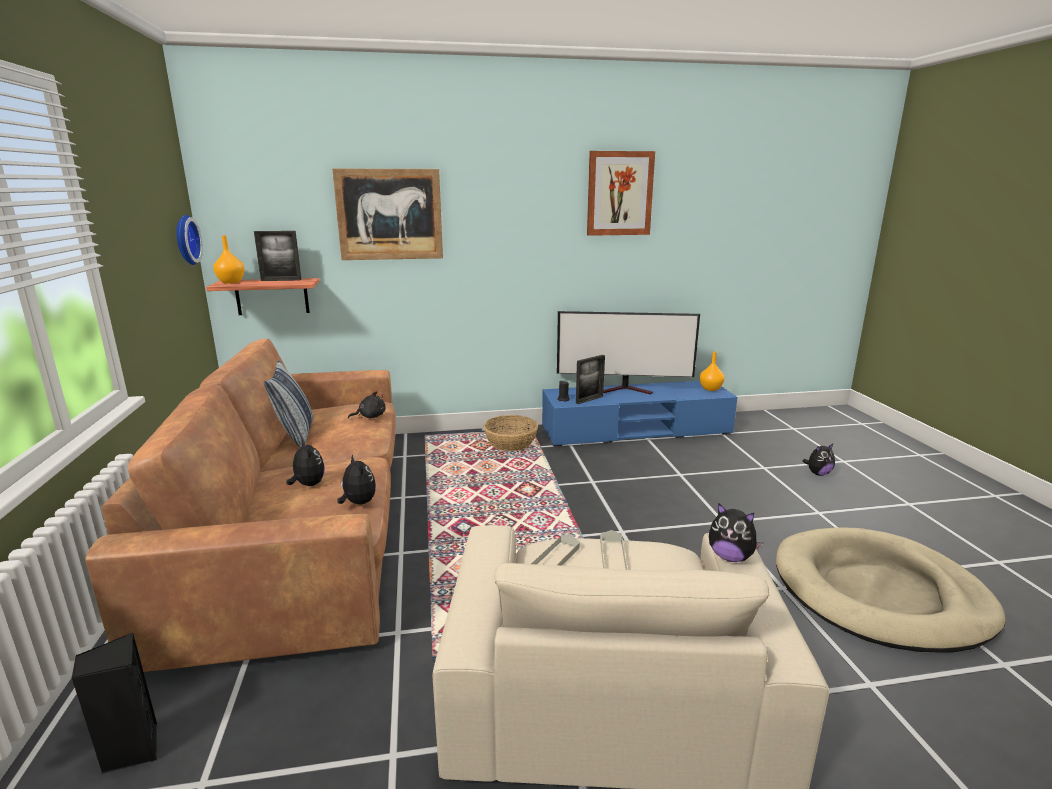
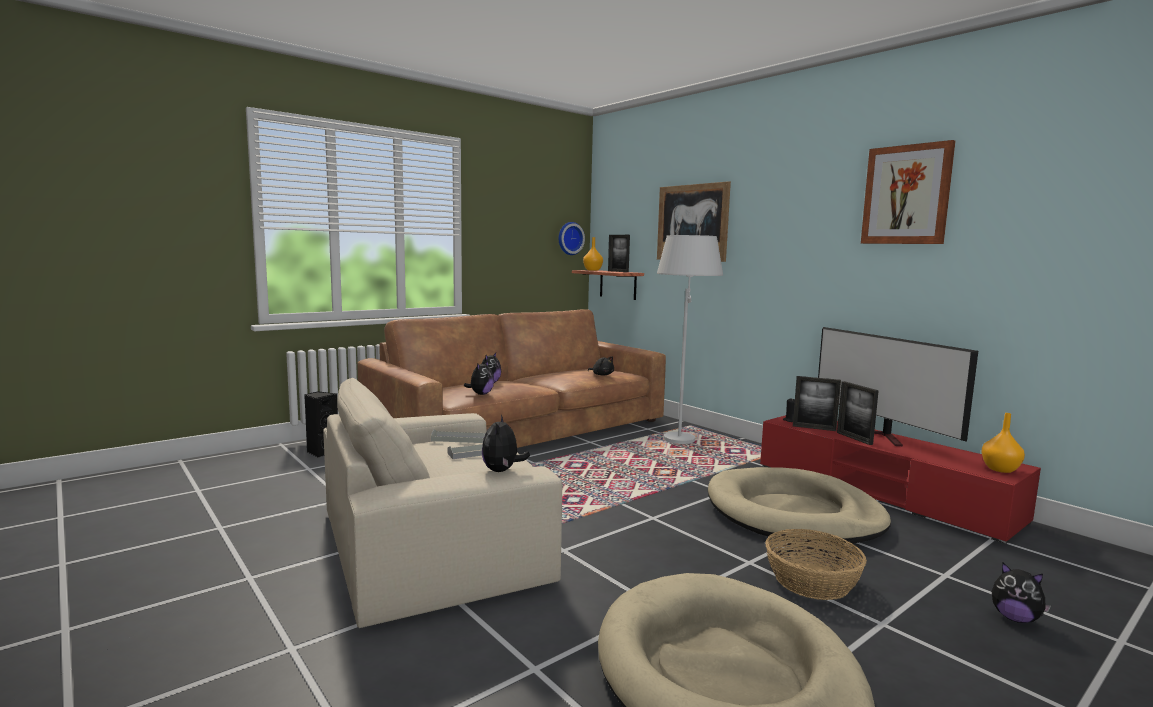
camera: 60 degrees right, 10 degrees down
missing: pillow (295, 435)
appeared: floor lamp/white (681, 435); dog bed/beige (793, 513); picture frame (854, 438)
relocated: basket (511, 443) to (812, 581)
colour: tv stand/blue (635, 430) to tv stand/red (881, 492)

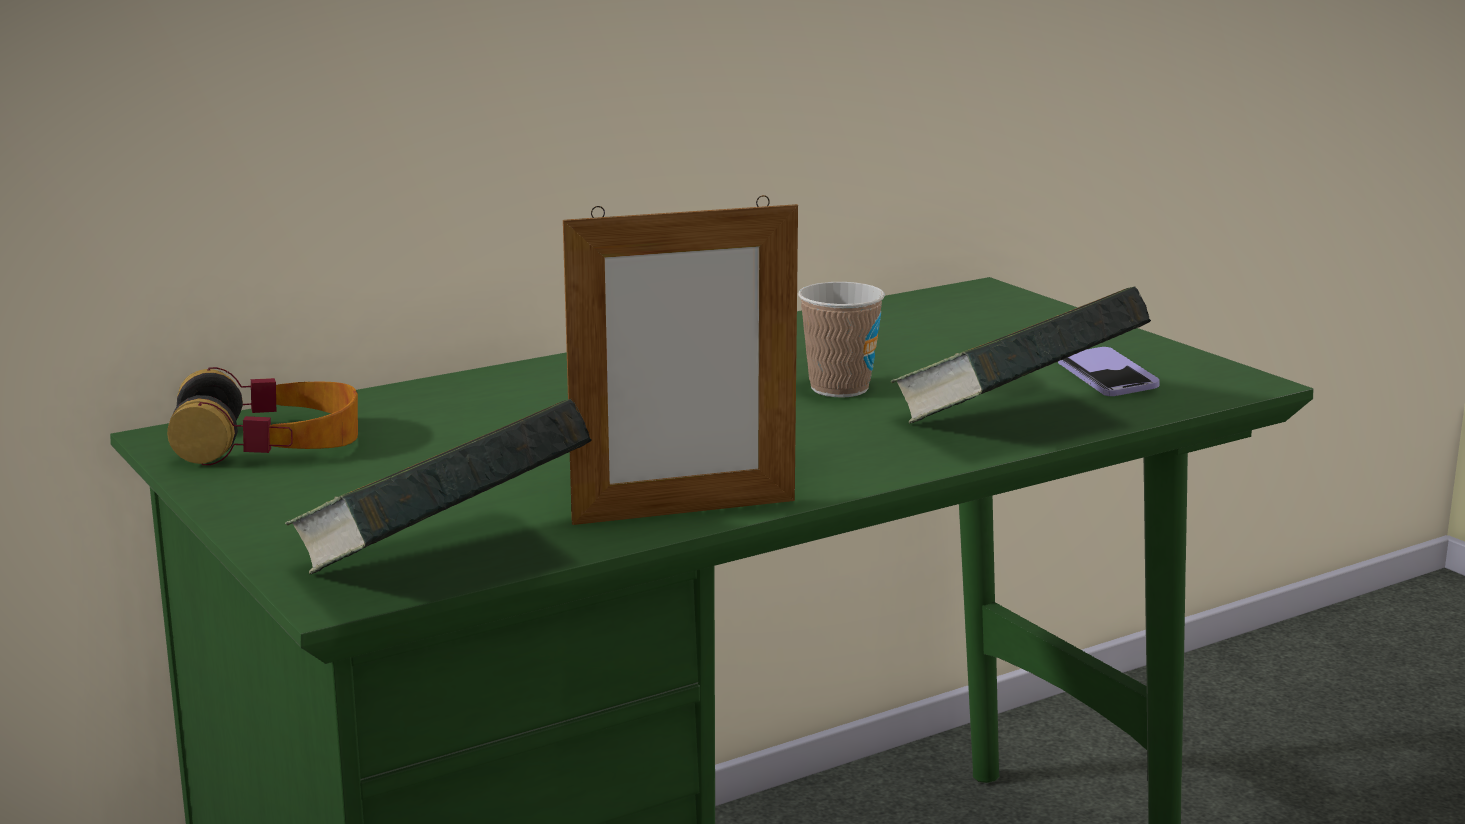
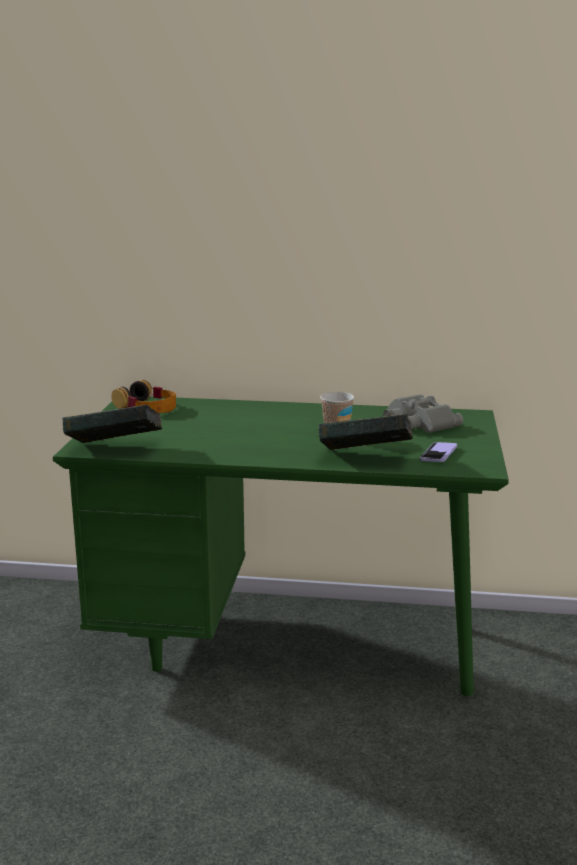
camera: 40 degrees right, 0 degrees up
missing: picture frame (684, 511)
appeared: binoculars/grey (417, 422)

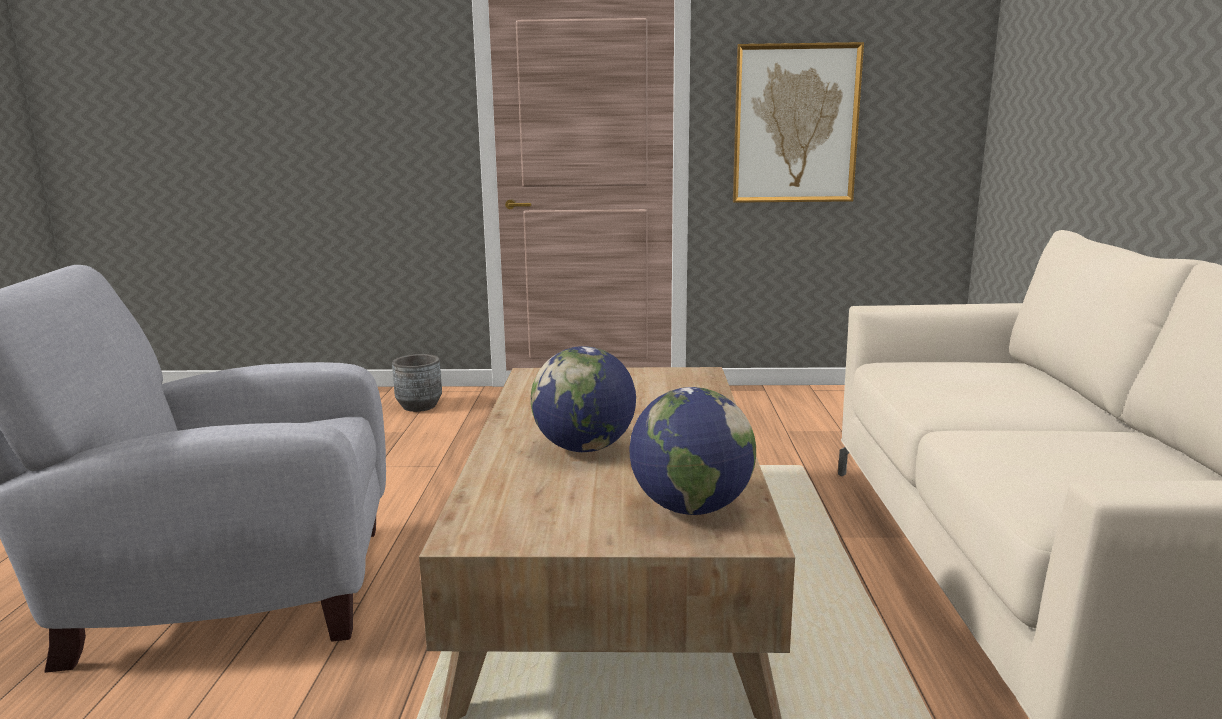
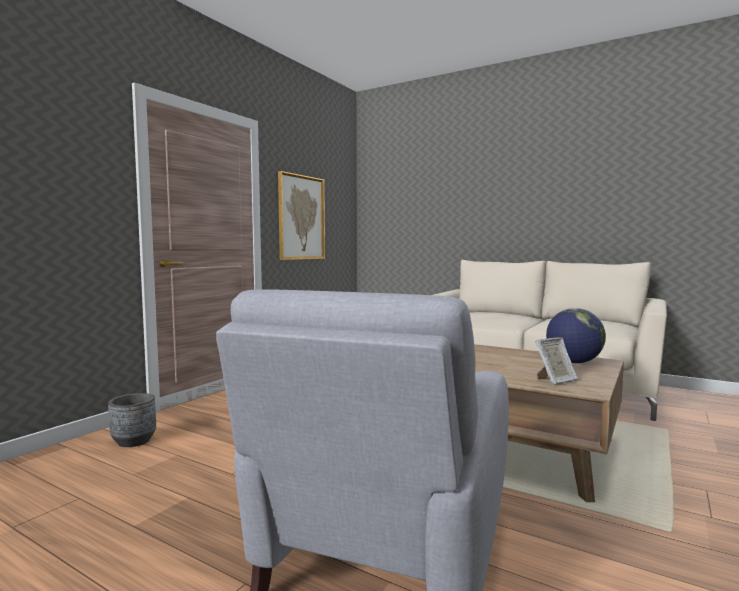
camera: 60 degrees left, 10 degrees down
missing: globe (584, 448)
appeared: picture frame (555, 381)

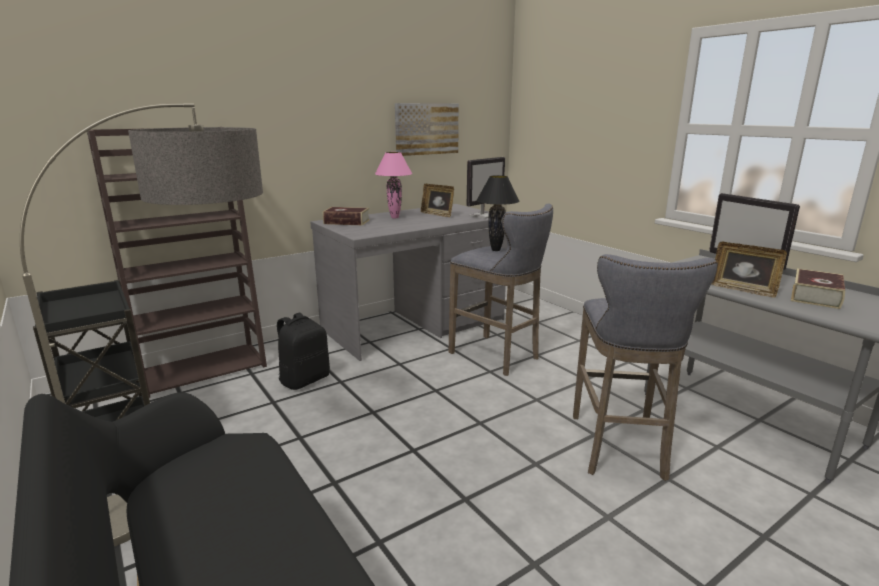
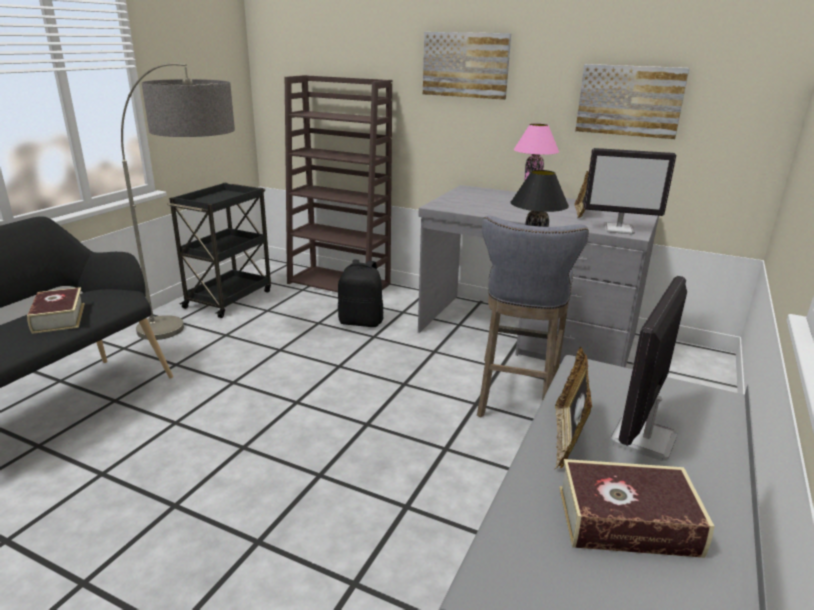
camera: 60 degrees right, 5 degrees up
missing: stool/grey (619, 449)
appeared: picture (466, 65)
relocated: book (346, 222) to (59, 318)

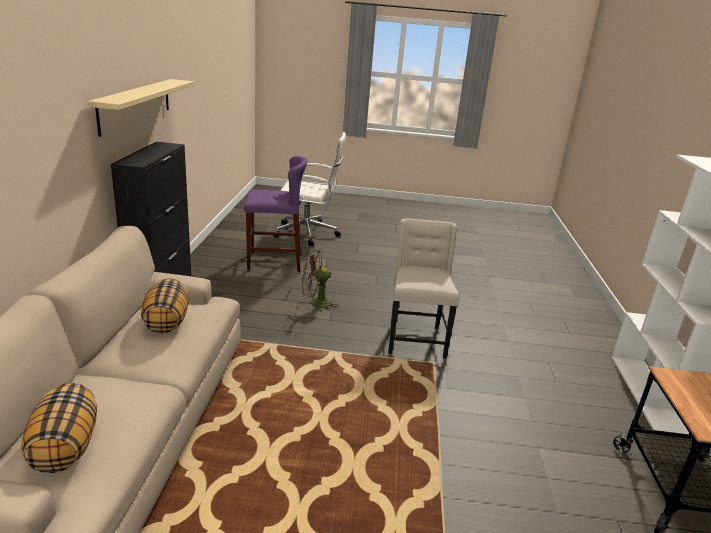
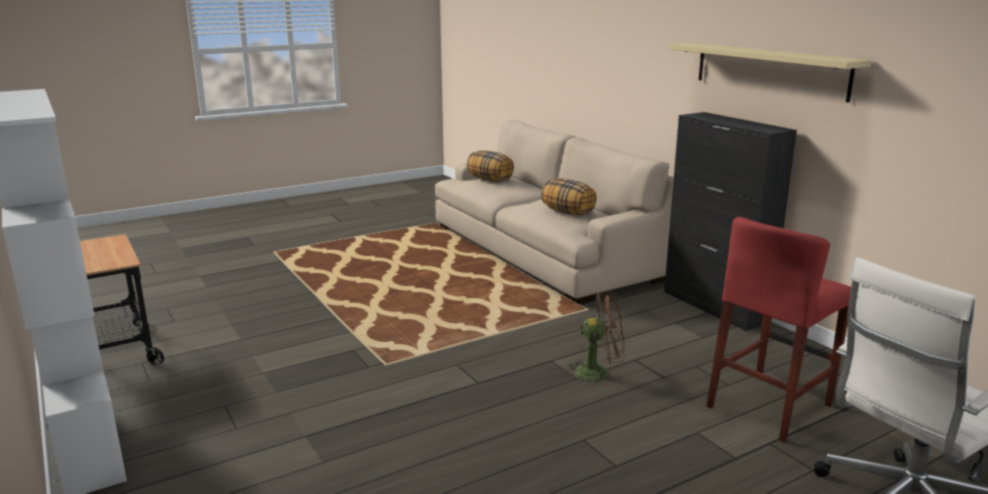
camera: 145 degrees right, 5 degrees down
missing: chair/beige (415, 339)
colour: stool/purple (274, 262) to stool/red (769, 406)
spun: fan/brown (315, 303) = (598, 372) 45 degrees clockwise

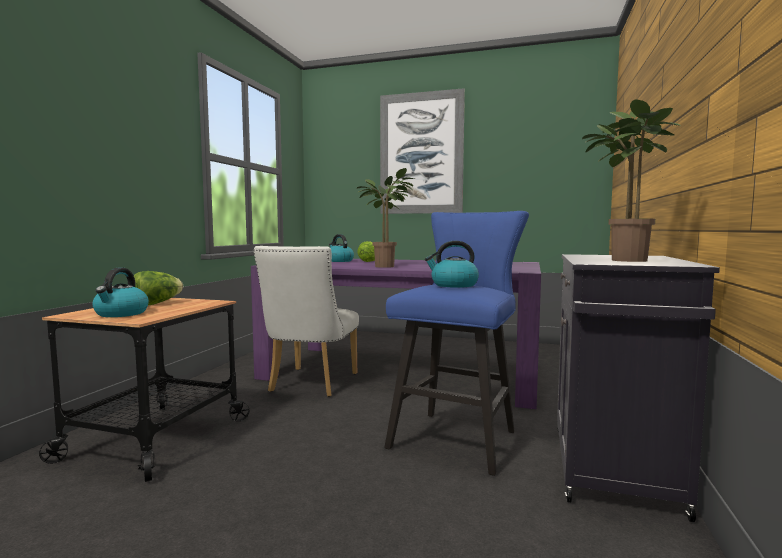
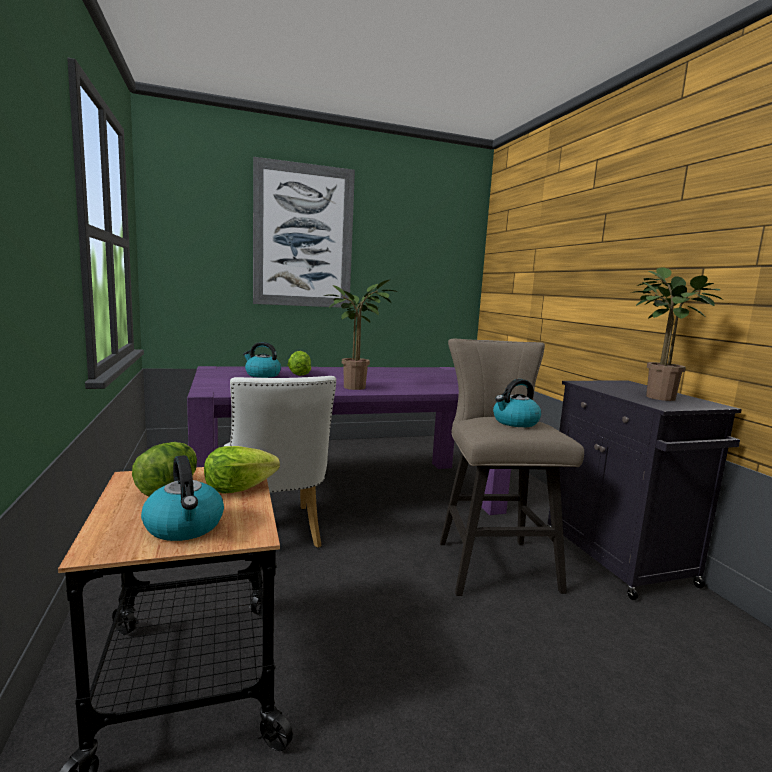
camera: 35 degrees left, 5 degrees up
appeared: lettuce (238, 489)
colour: stool/blue (458, 436) to stool/beige (492, 561)

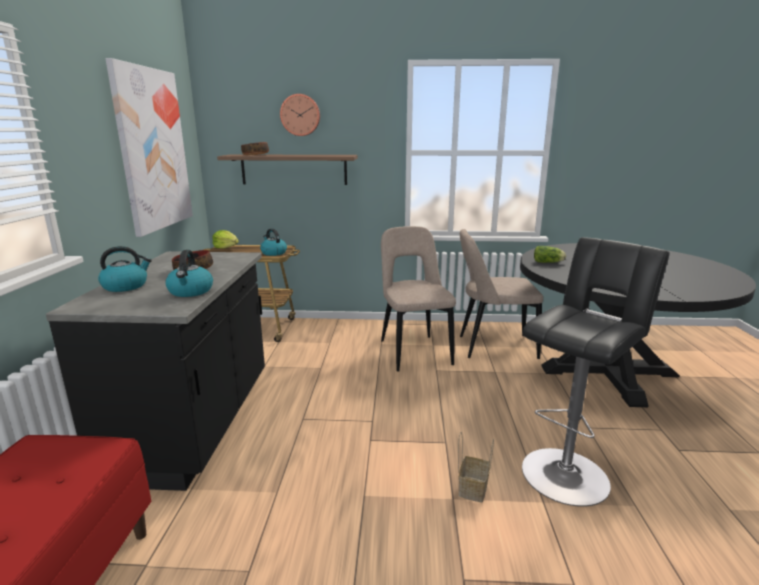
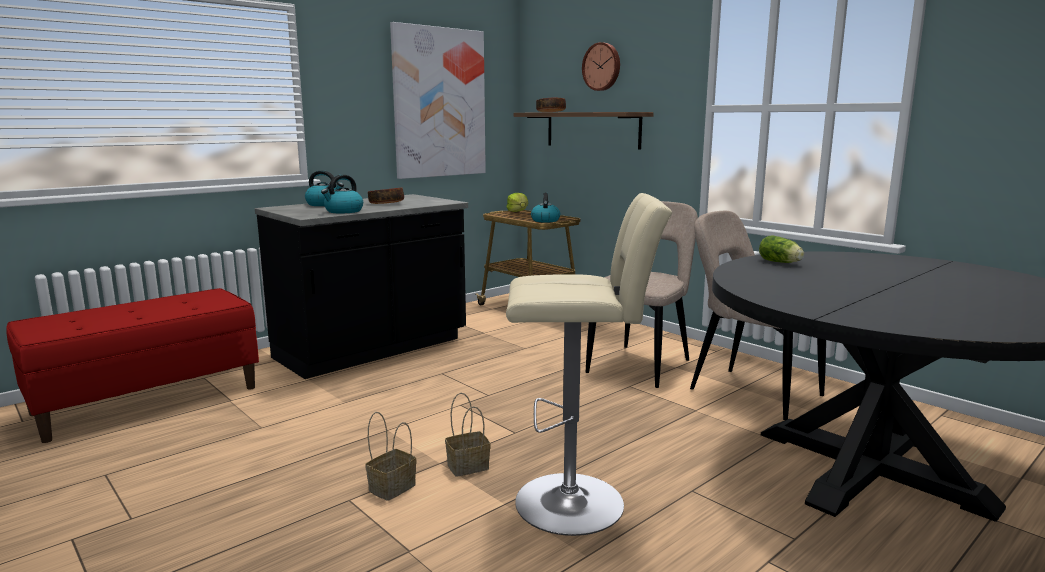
camera: 45 degrees right, 5 degrees down
appeared: basket (392, 487)
colour: stool/black (567, 472) to stool/beige (578, 502)

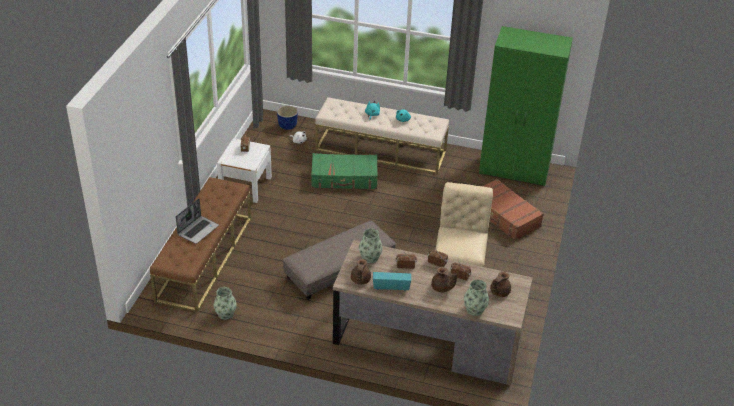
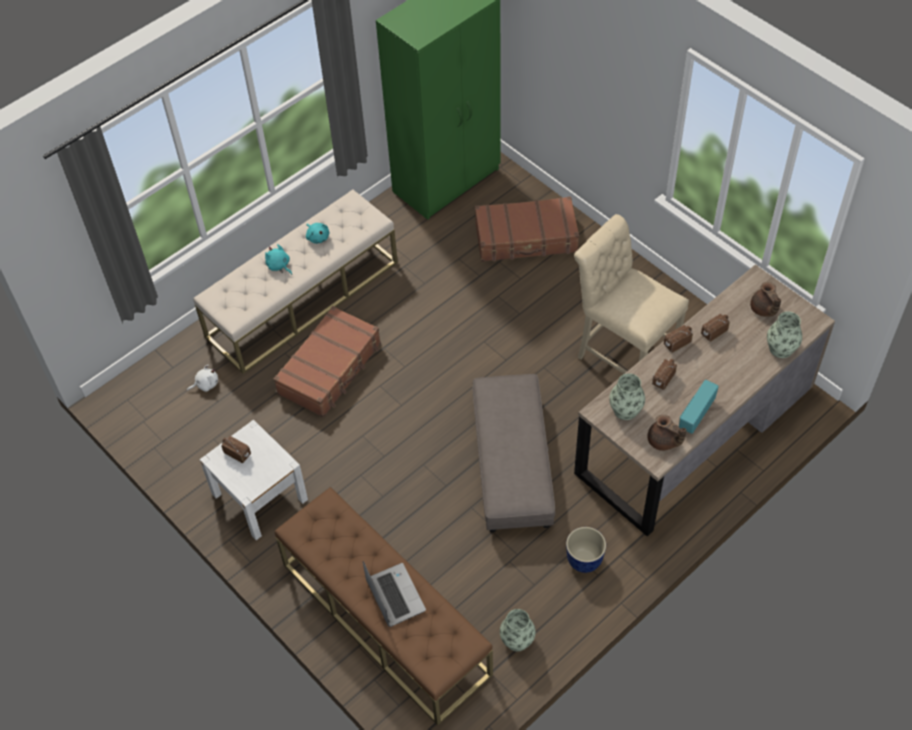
camera: 55 degrees left, 15 degrees up
missing: teapot/brown (442, 288)
relocated: planter (287, 126) to (584, 561)
colour: suitcase/green (344, 178) to suitcase/brown (330, 369)

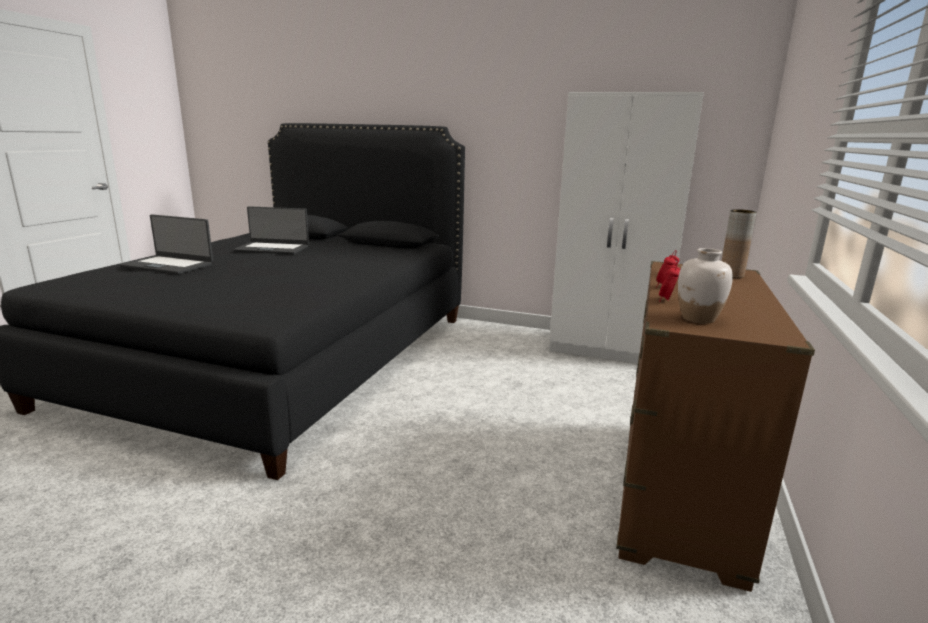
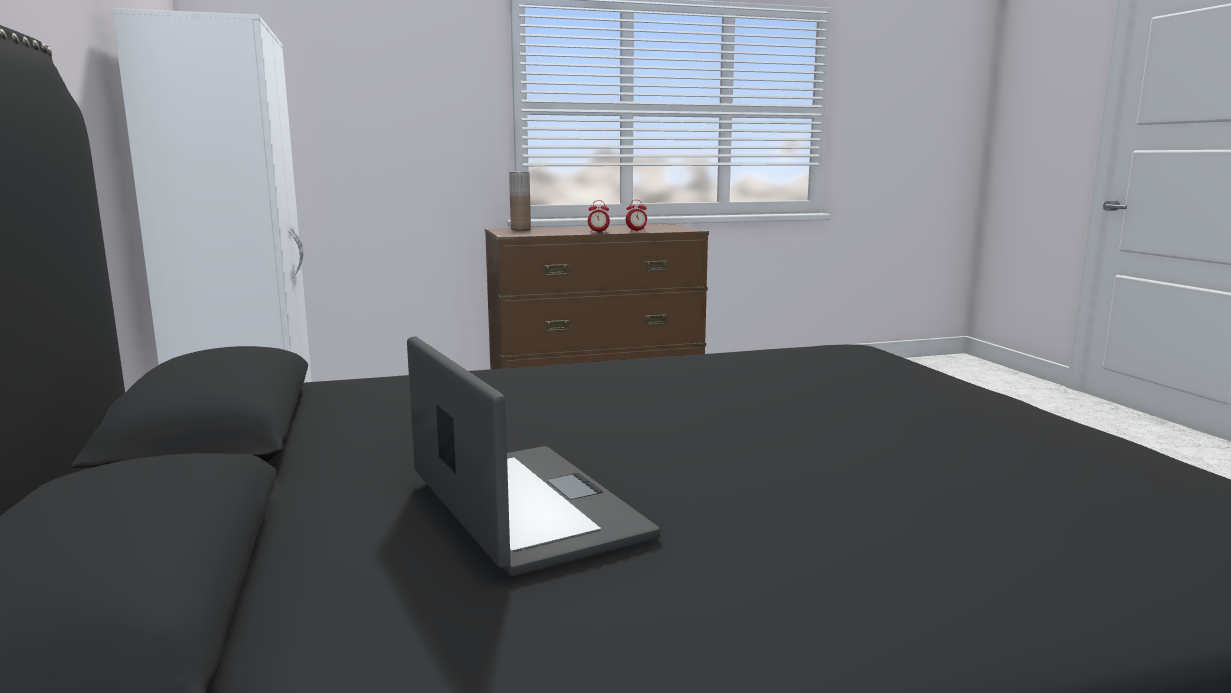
camera: 125 degrees left, 5 degrees down
missing: laptop (168, 265); vase/white (698, 319)

